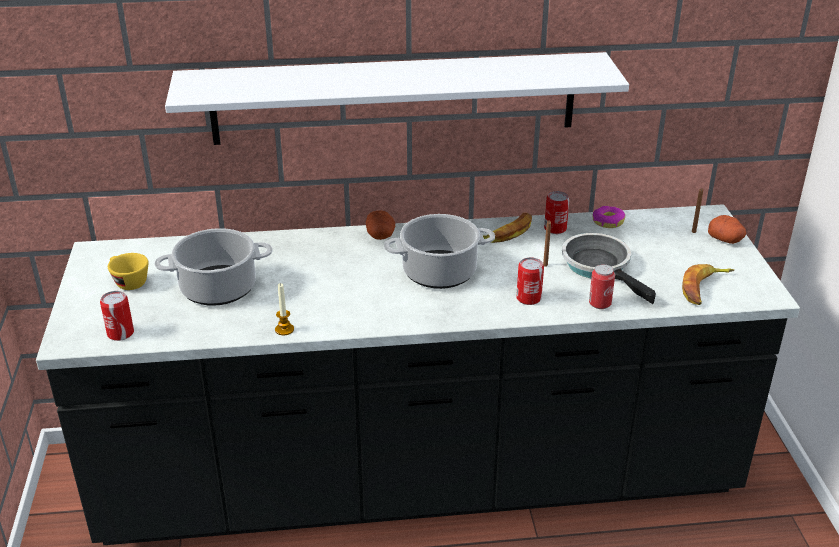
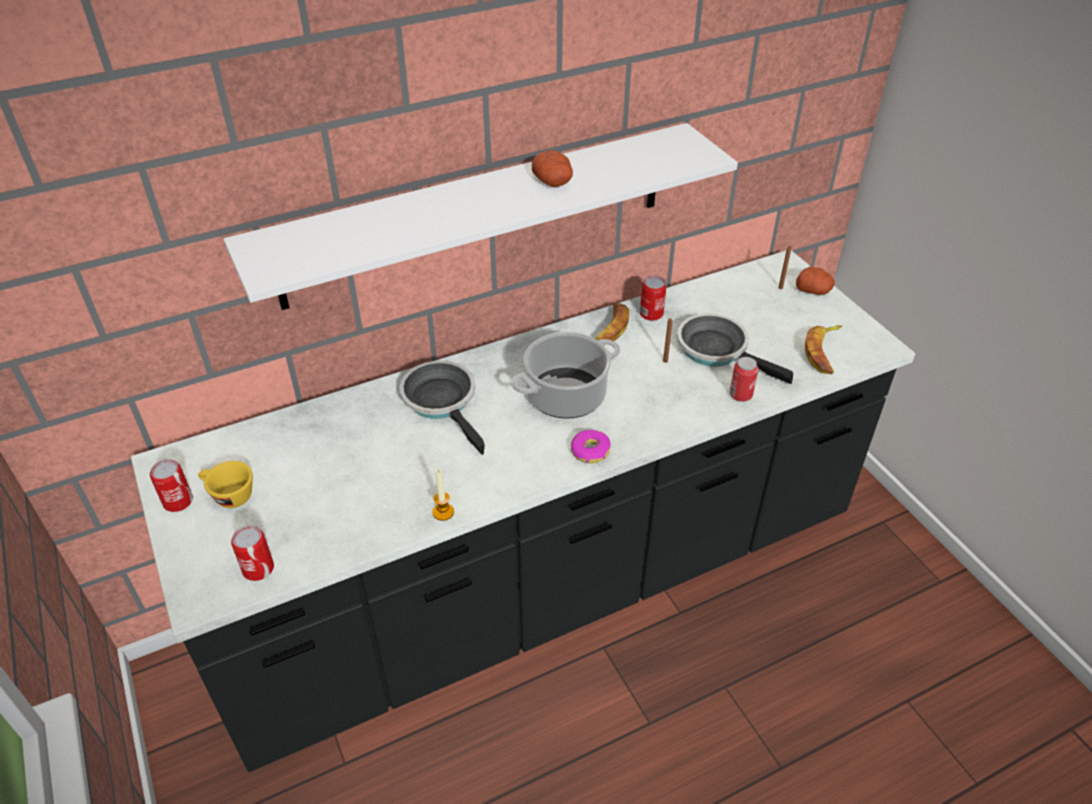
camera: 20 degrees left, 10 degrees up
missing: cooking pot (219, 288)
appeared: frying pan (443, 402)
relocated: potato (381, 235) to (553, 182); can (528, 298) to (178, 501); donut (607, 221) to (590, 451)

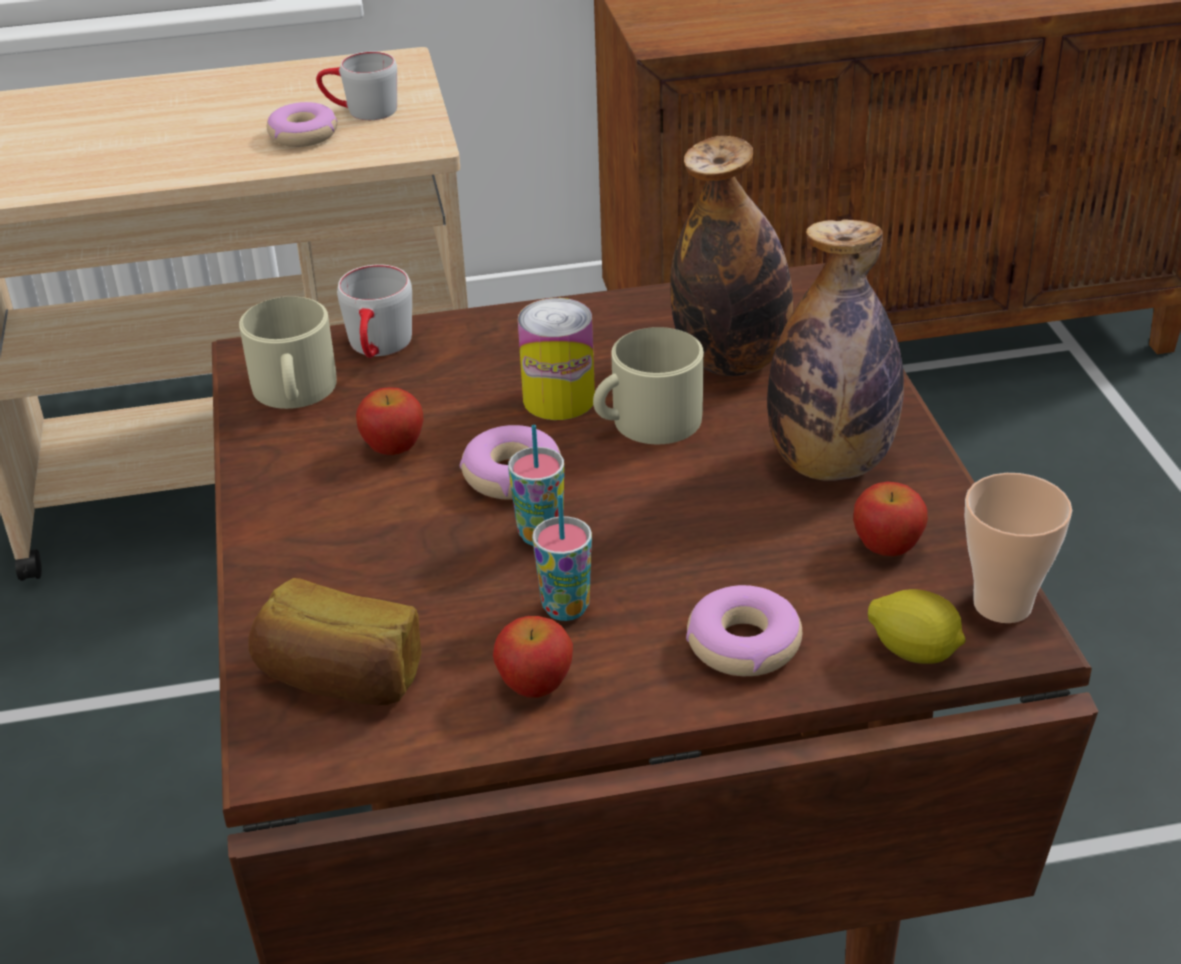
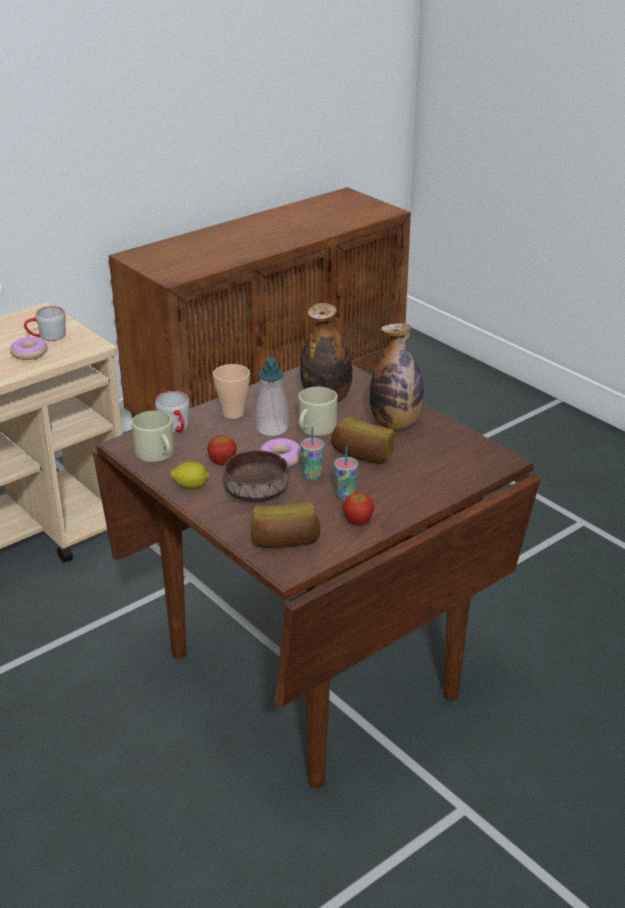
camera: 30 degrees left, 5 degrees down
missing: donut (744, 644); apple (887, 546)
appeared: bowl/brown (255, 492); bread (362, 455)
relocated: lemon (914, 652) to (191, 487); cup (1002, 604) to (233, 413)
exchanged: can (559, 399) to soap dispenser (272, 428)

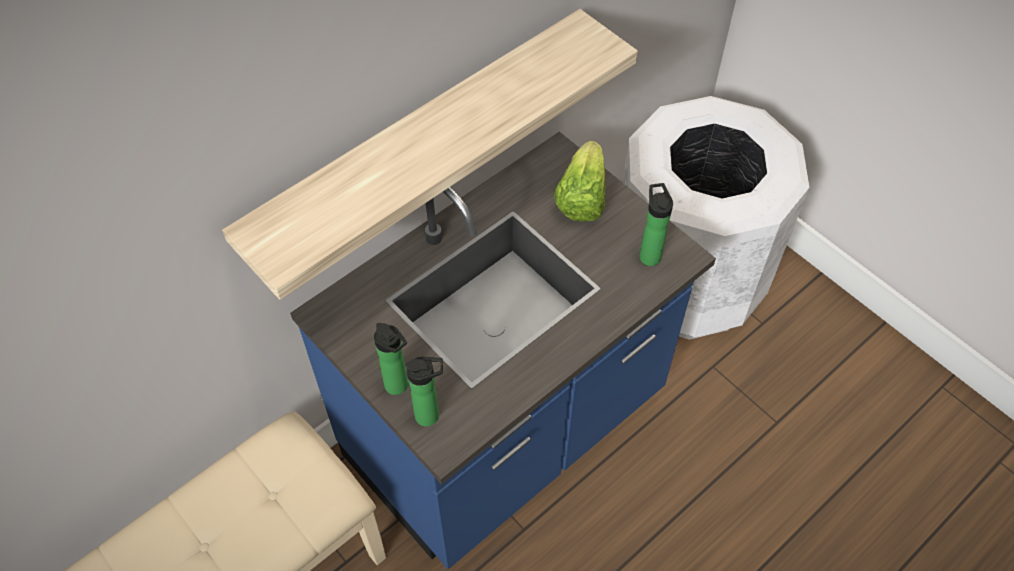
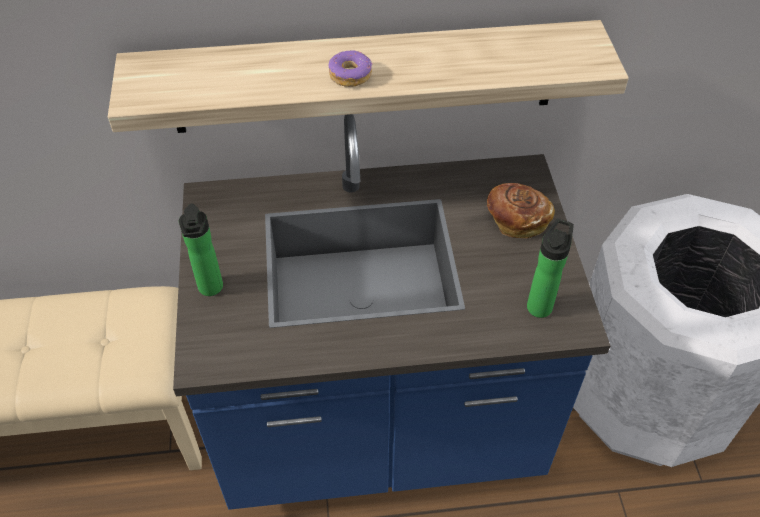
camera: 35 degrees right, 5 degrees down
missing: bottle (431, 415)
appeared: donut (350, 75)
exchanged: lettuce (582, 197) to bread (516, 220)

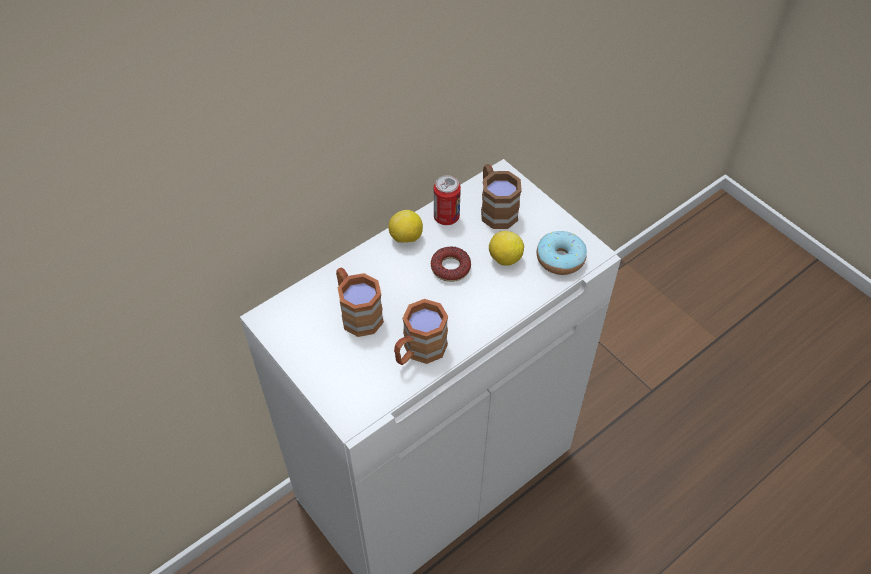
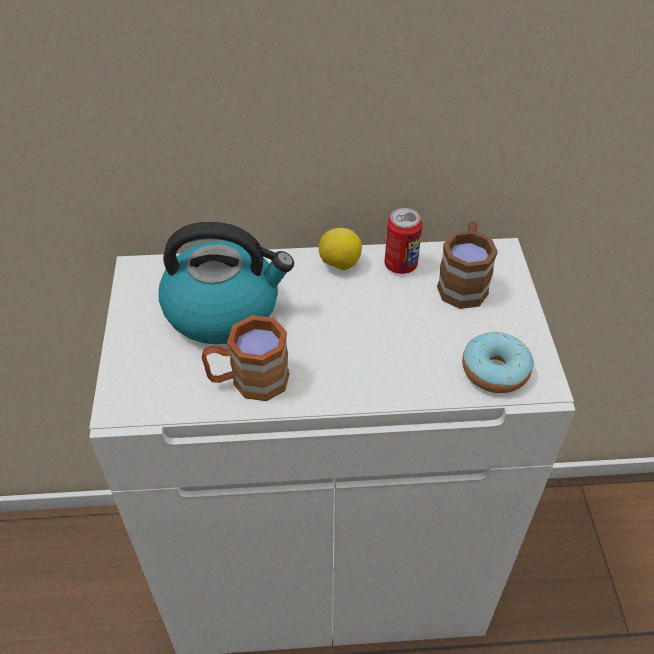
camera: 35 degrees right, 5 degrees down
missing: donut (450, 267); lemon (504, 258)
exchanged: mug/brown (357, 312) to kettle (224, 309)

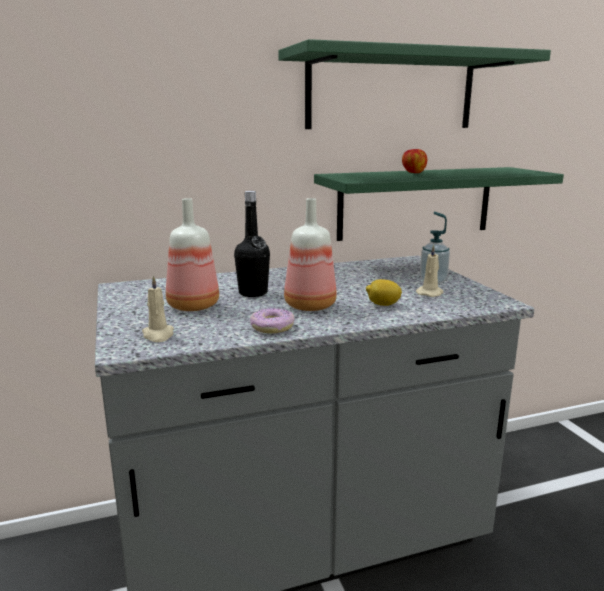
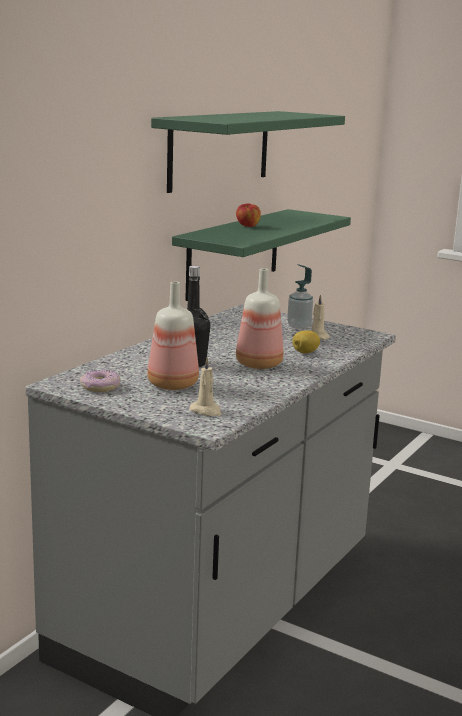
camera: 40 degrees left, 0 degrees up
relocated: donut (272, 327) to (100, 387)

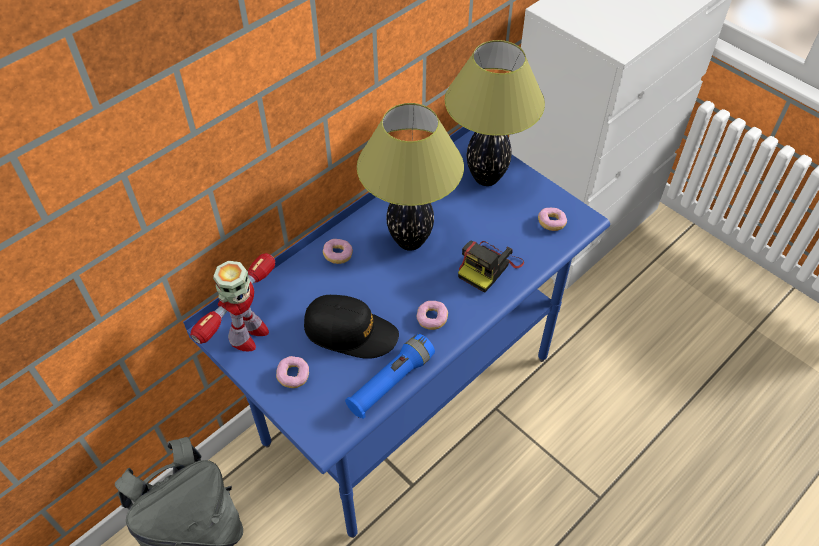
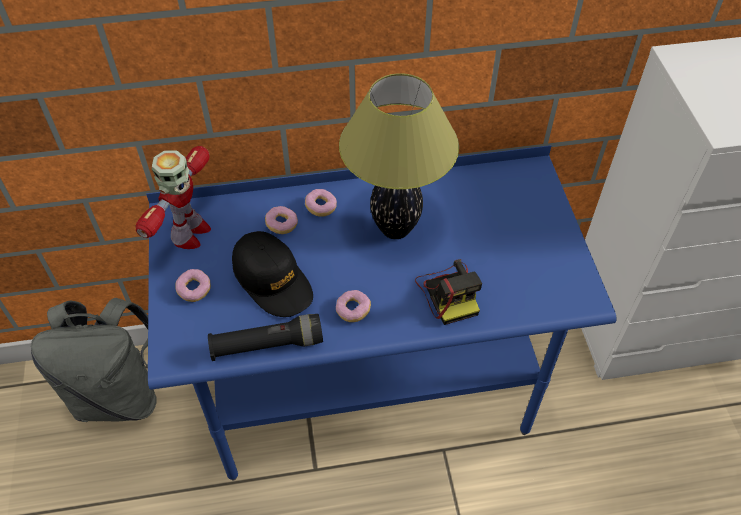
camera: 35 degrees right, 0 degrees up
missing: table lamp (486, 178)
relocated: donut (551, 223) to (282, 225)
colour: flashlight/blue (390, 382) to flashlight/black (267, 345)
spun: toy robot (247, 335) = (189, 234) 45 degrees counterclockwise; photo camera (489, 267) = (449, 293) 90 degrees counterclockwise

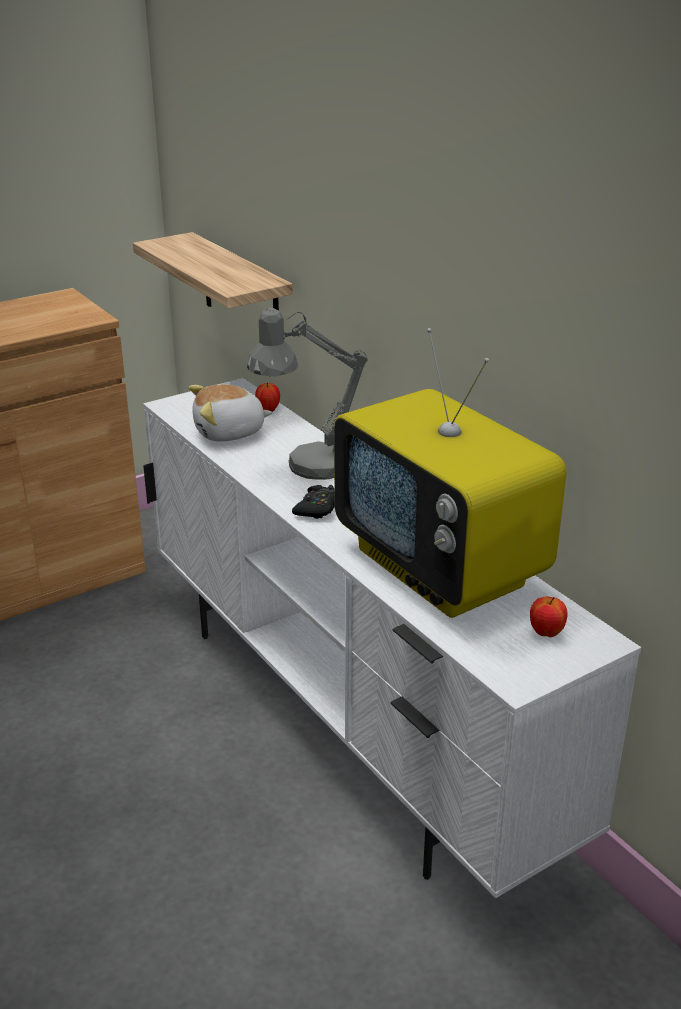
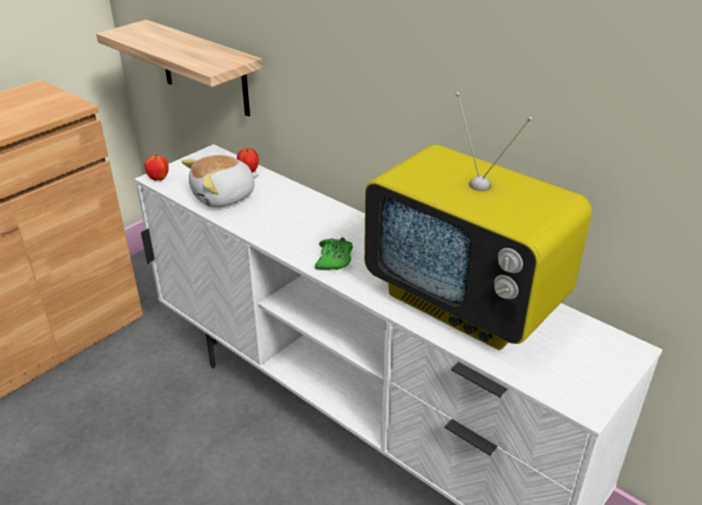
camera: 15 degrees left, 5 degrees up
missing: table lamp/grey (307, 468)
relocated: apple (546, 633) to (158, 179)
colour: game controller/black (318, 508) to game controller/green (334, 259)

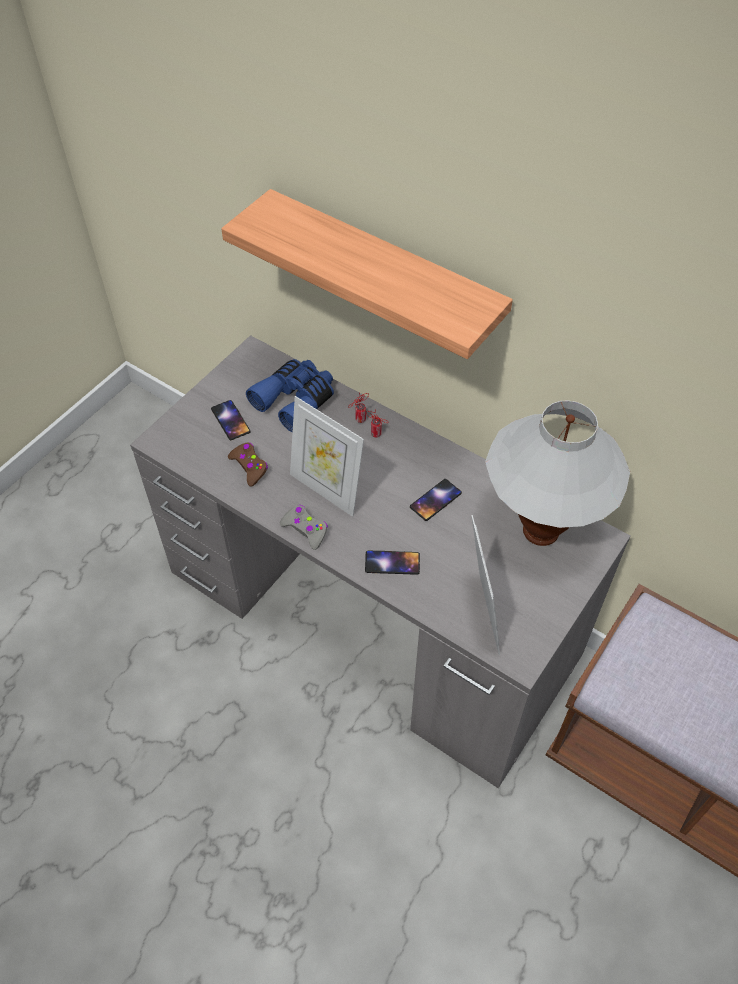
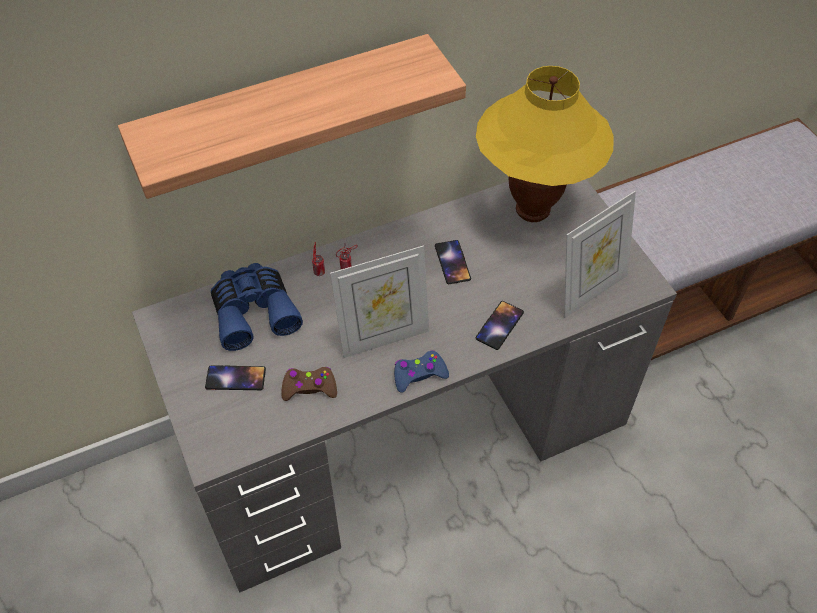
camera: 60 degrees left, 0 degrees up
colour: game controller/grey (305, 529) to game controller/blue (419, 374); table lamp/white (540, 531) to table lamp/yellow (532, 210)
spun: picture frame (480, 615) = (590, 290) 120 degrees clockwise

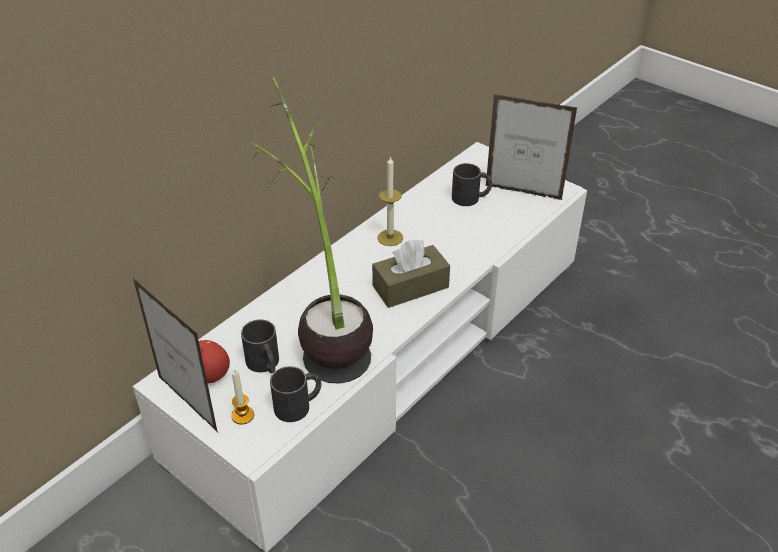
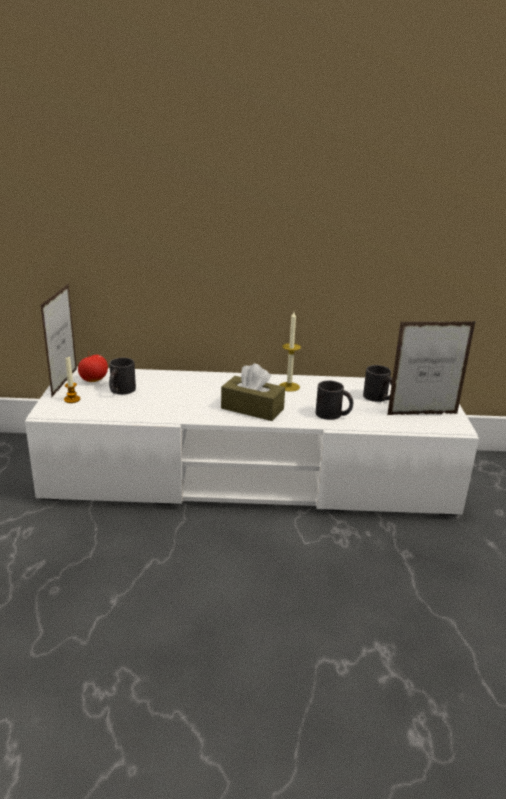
camera: 50 degrees right, 15 degrees down
missing: potted plant (324, 328)
relocated: mug/black (298, 405) to (333, 414)
spun: picture frame (523, 193) = (422, 414) 75 degrees counterclockwise

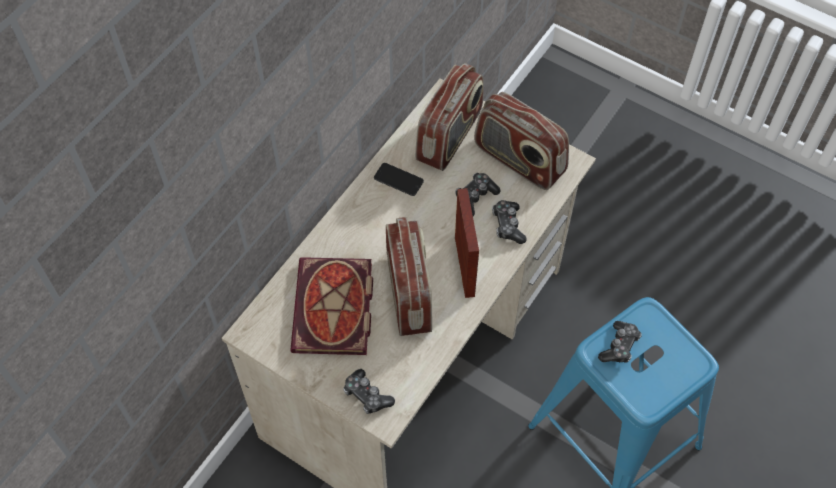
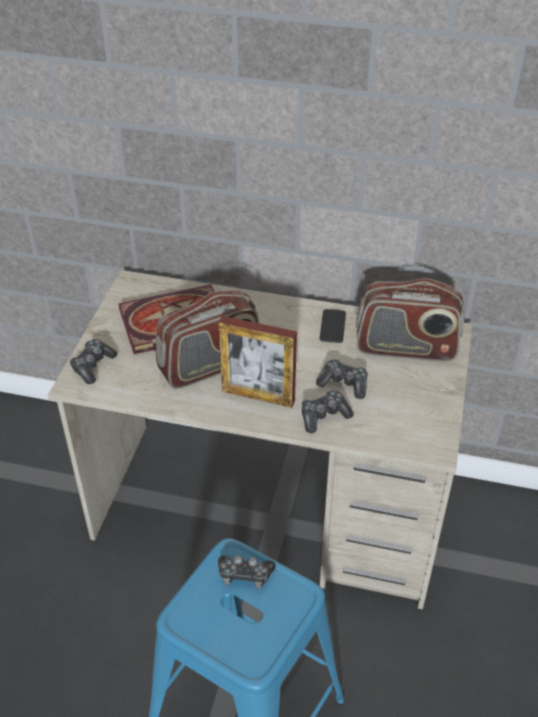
camera: 70 degrees right, 15 degrees down
missing: radio (518, 160)
spun: picture frame (464, 267) = (258, 396) 45 degrees clockwise

